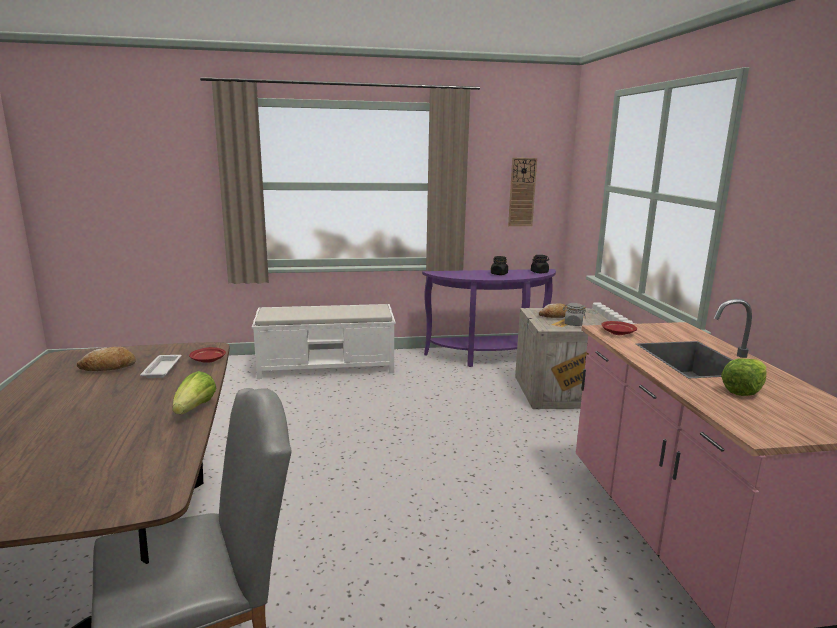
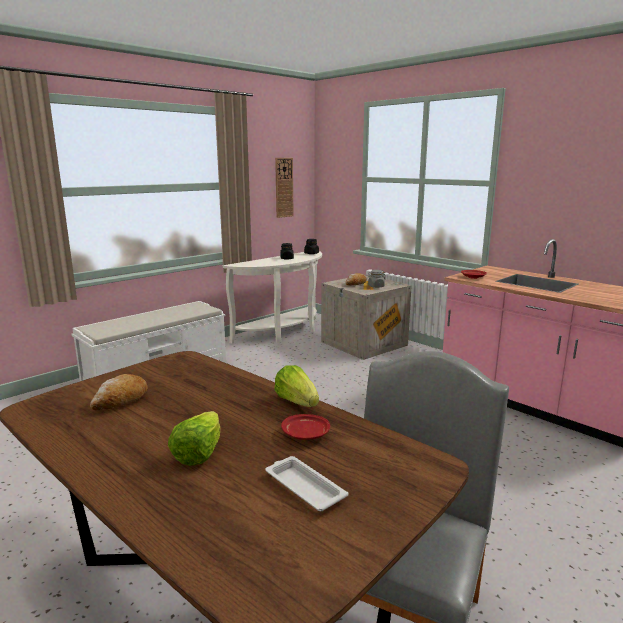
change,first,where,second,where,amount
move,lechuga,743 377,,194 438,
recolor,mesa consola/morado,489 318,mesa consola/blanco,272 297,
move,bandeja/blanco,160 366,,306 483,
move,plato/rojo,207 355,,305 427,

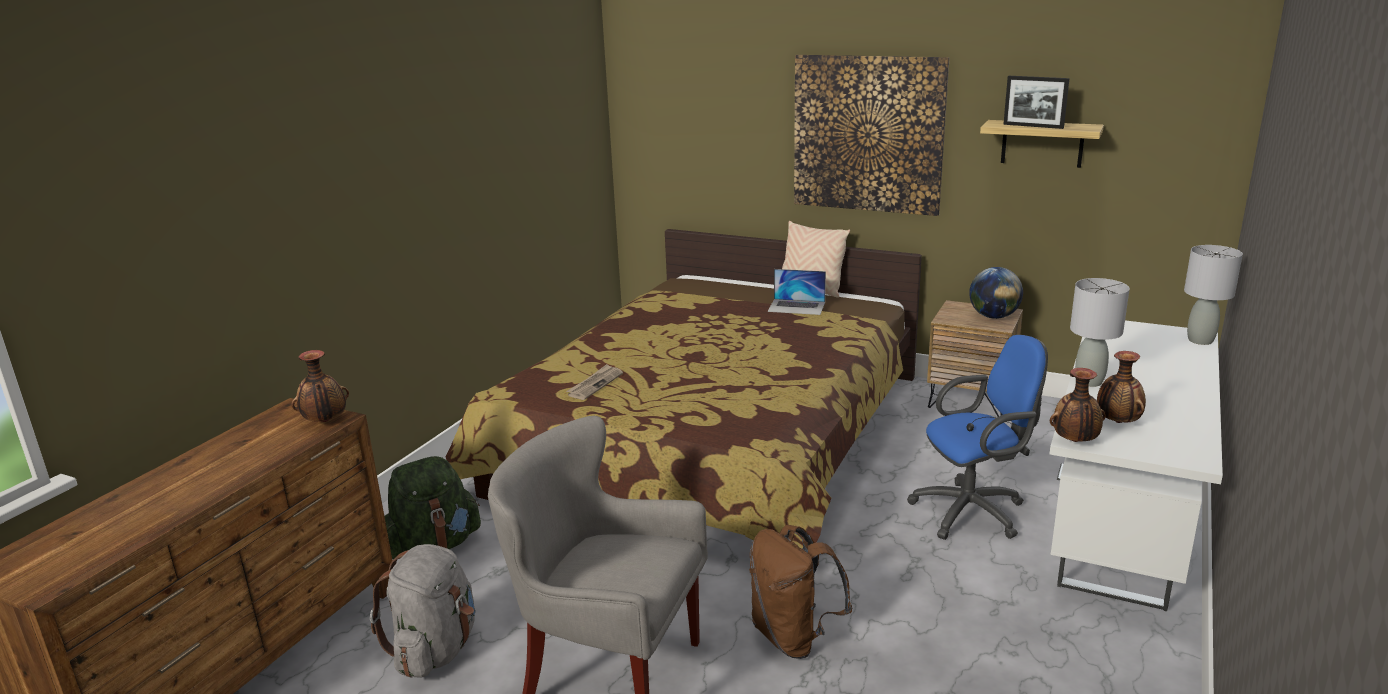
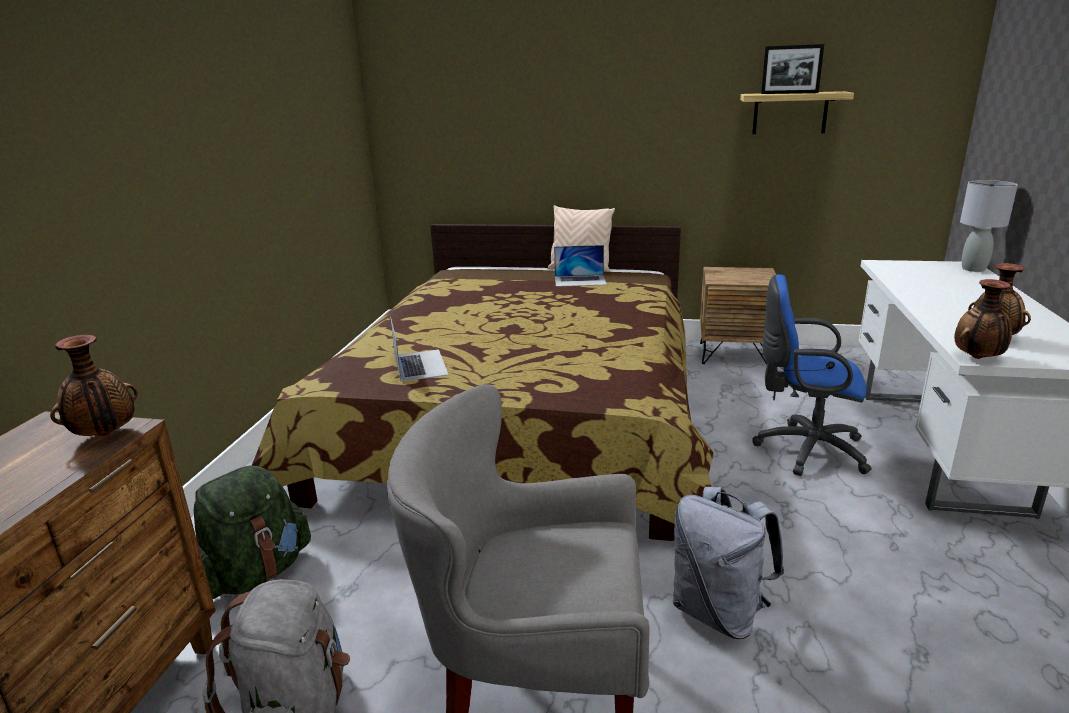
change,first,where,second,where,amount
replace,periódico,594 382,portátil,419 349,
recolor,mochila/marrón,800 592,mochila/gris,728 563,
rotate,silla de oficina/azul,977 437,,811 375,135 degrees counterclockwise
delete,cuadro,872 135,,,
delete,globo terráqueo,996 293,,,
delete,lámpara de mesa/gris,1100 332,,,

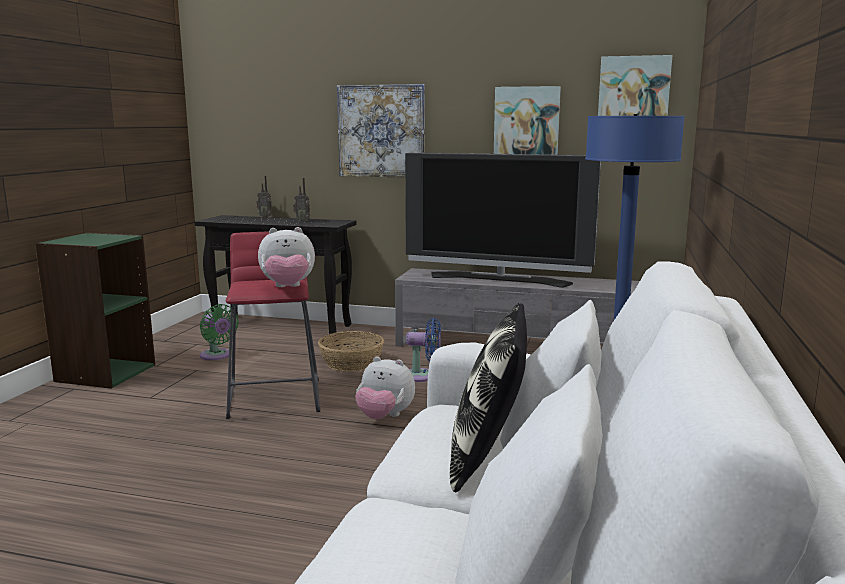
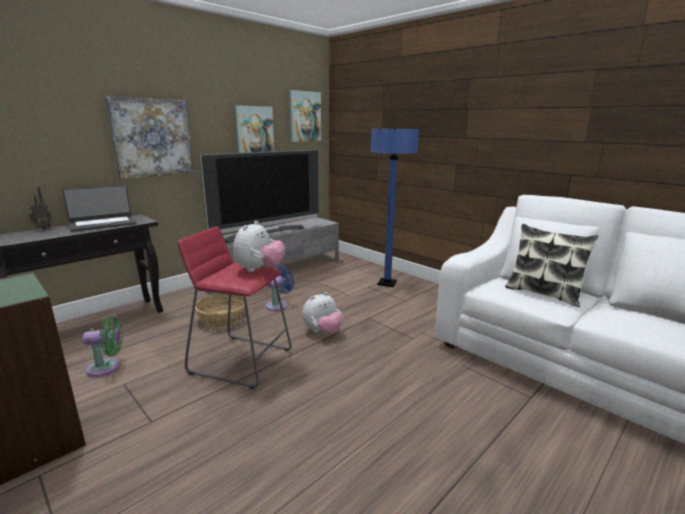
change,first,where,second,where,amount
replace,radio,301 200,portátil,99 208,

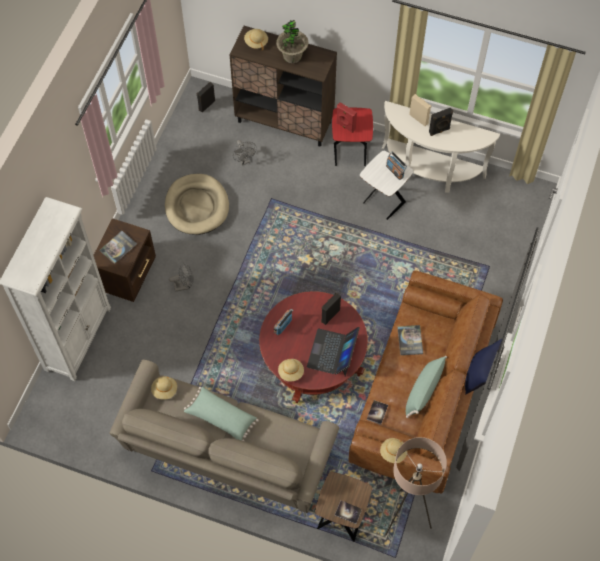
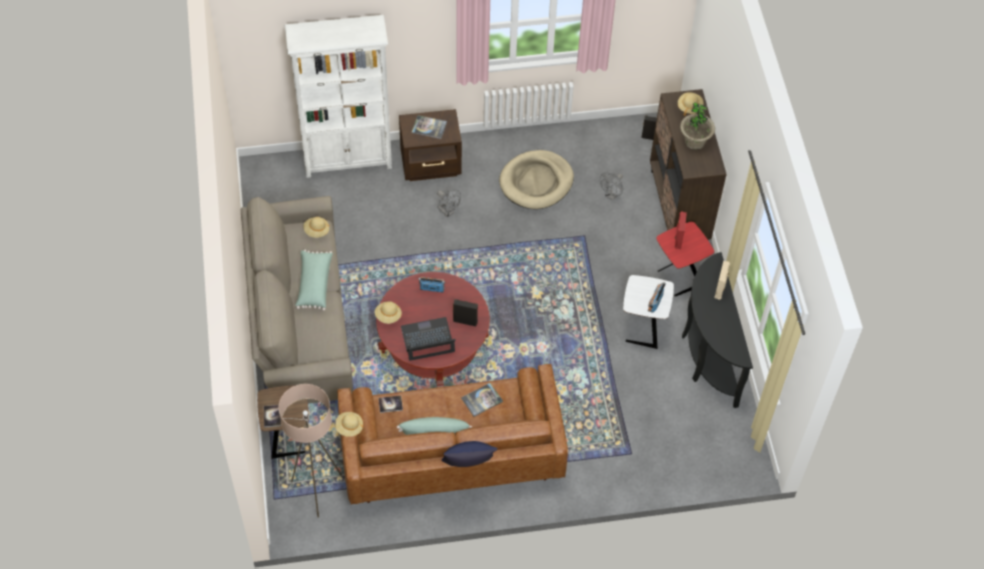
change,first,where,second,where,amount
recolor,mesa consola/blanco,441 147,mesa consola/negro,717 330,
delete,altavoz/negro,441 121,,,

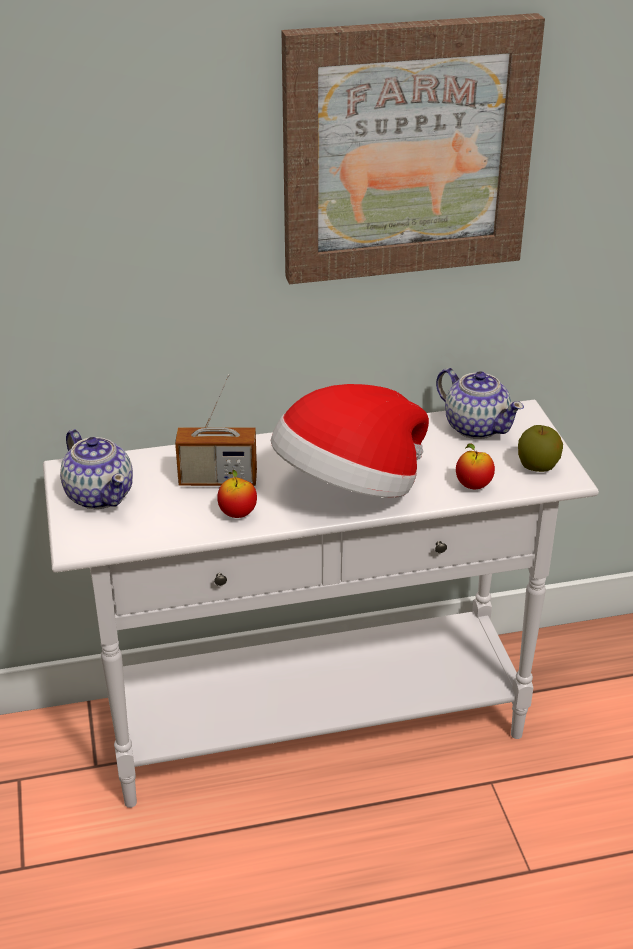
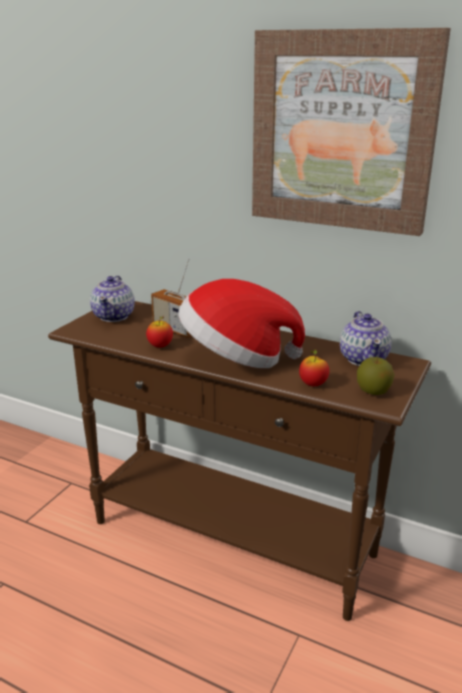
change,first,where,second,where,amount
recolor,mesa consola/blanco,321 604,mesa consola/marrón,239 461,

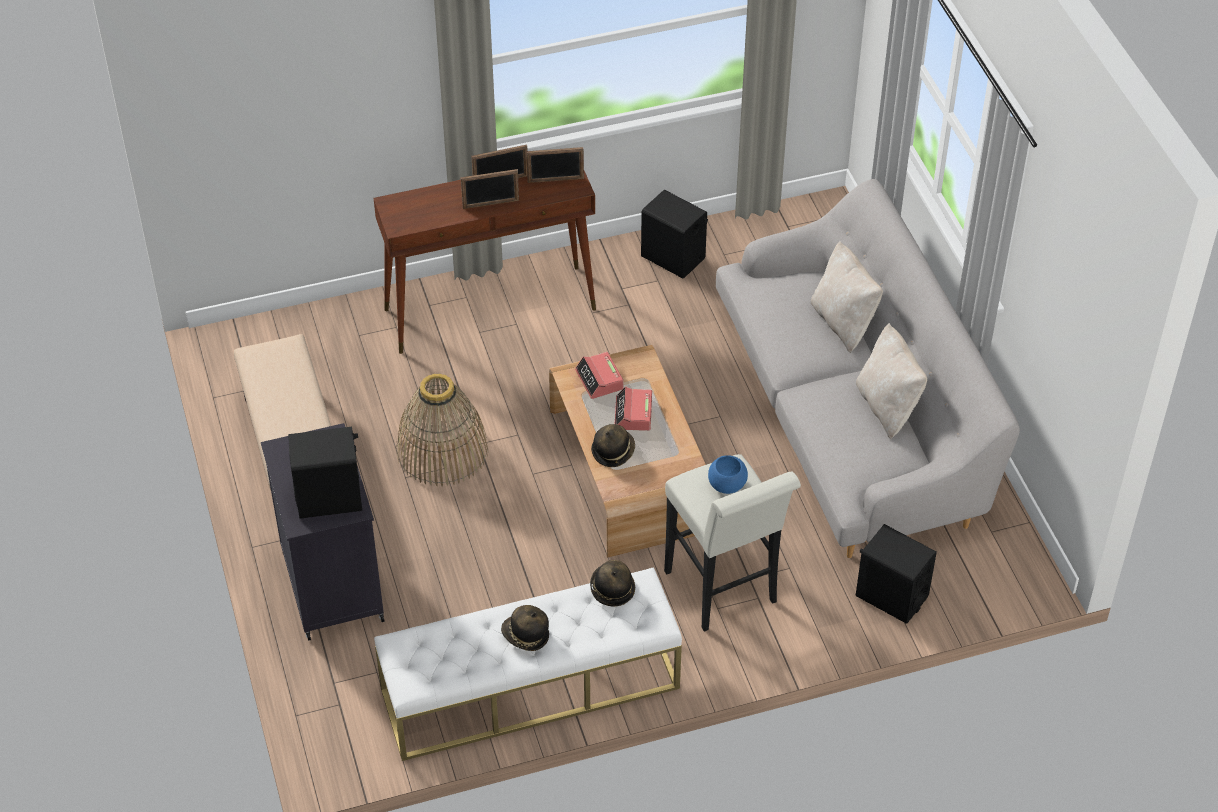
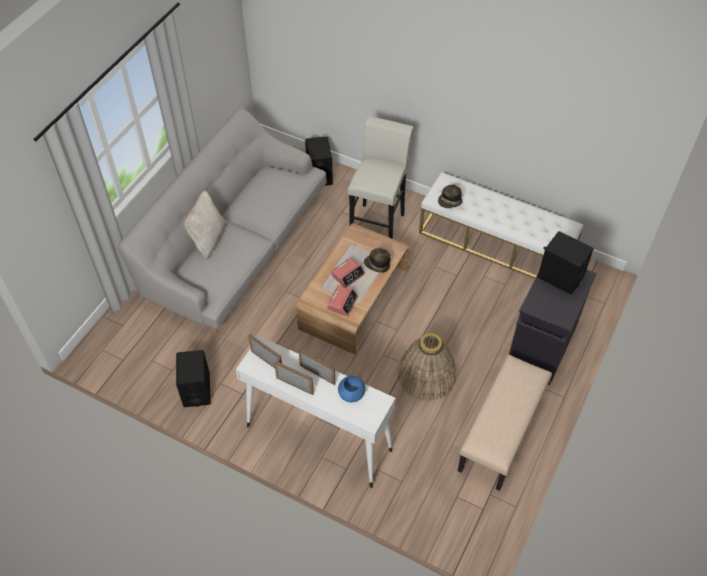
change,first,where,second,where,amount
recolor,mesa consola/marrón,485 262,mesa consola/blanco,316 412,
move,cuenco/azul,728 474,,351 389,
delete,sombrero,525 628,,,
delete,cojín/beis,891 381,,,

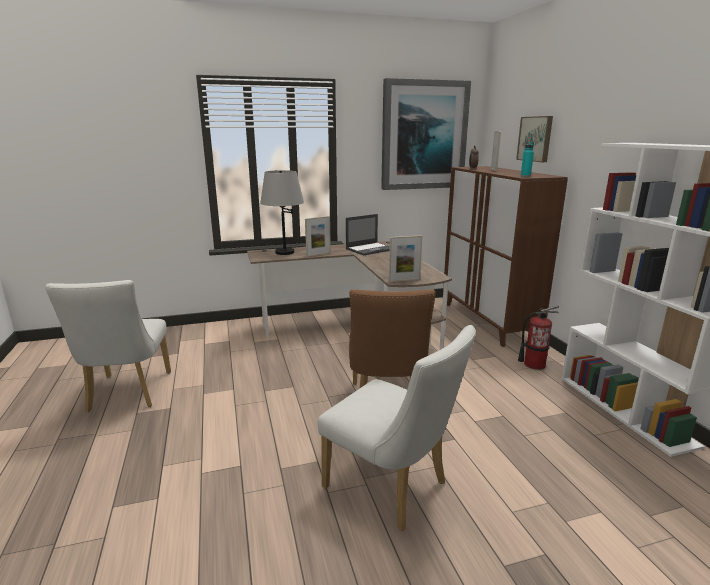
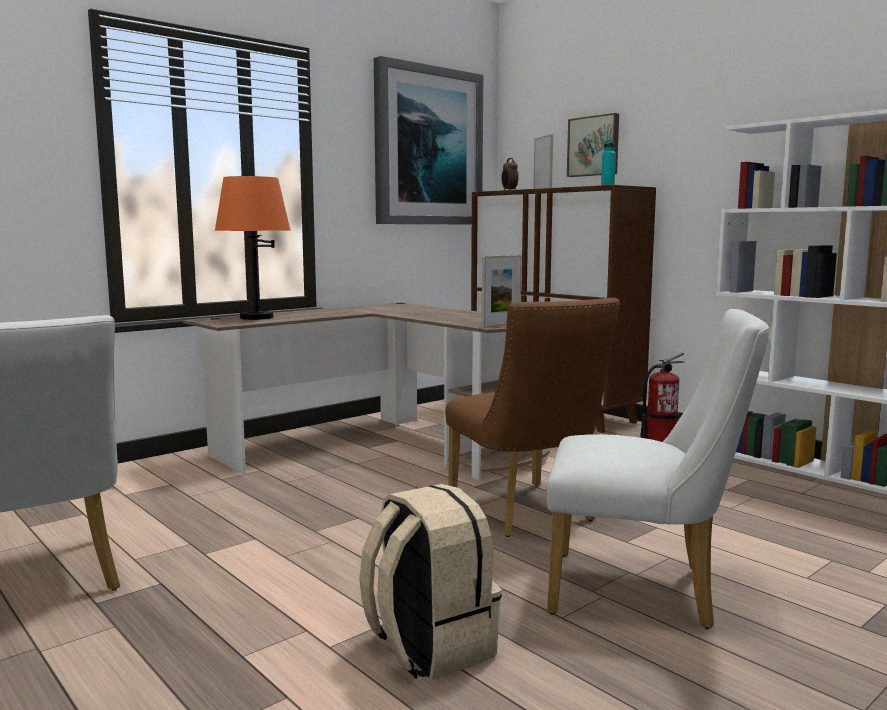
change,first,where,second,where,amount
recolor,lámpara de mesa/gris,282 212,lámpara de mesa/naranja,253 248,
insert,,,mochila/beis,430 582,
delete,portarretratos,318 236,,,
delete,portátil,368 235,,,

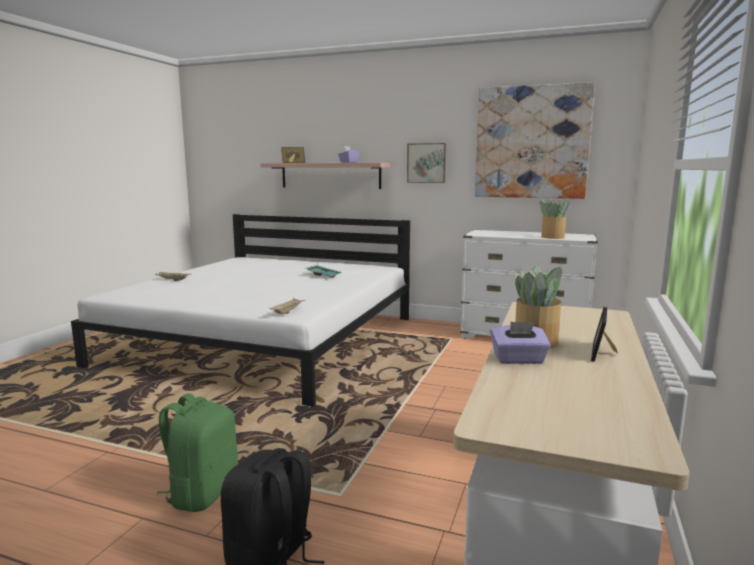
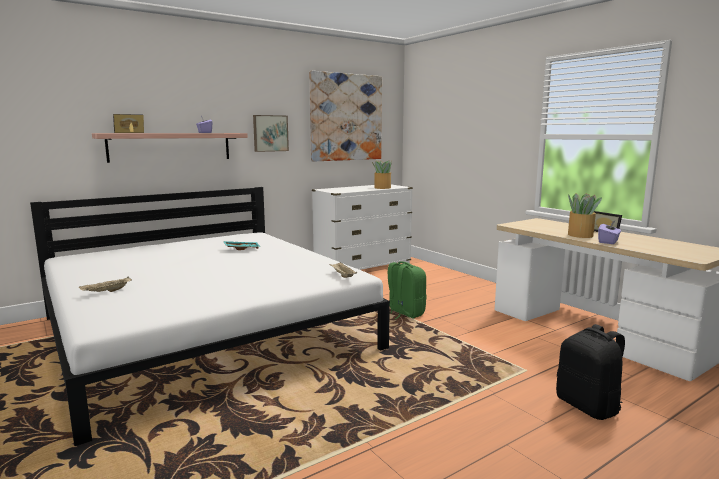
change,first,where,second,where,amount
move,mochila/verde,197 452,,407 290,

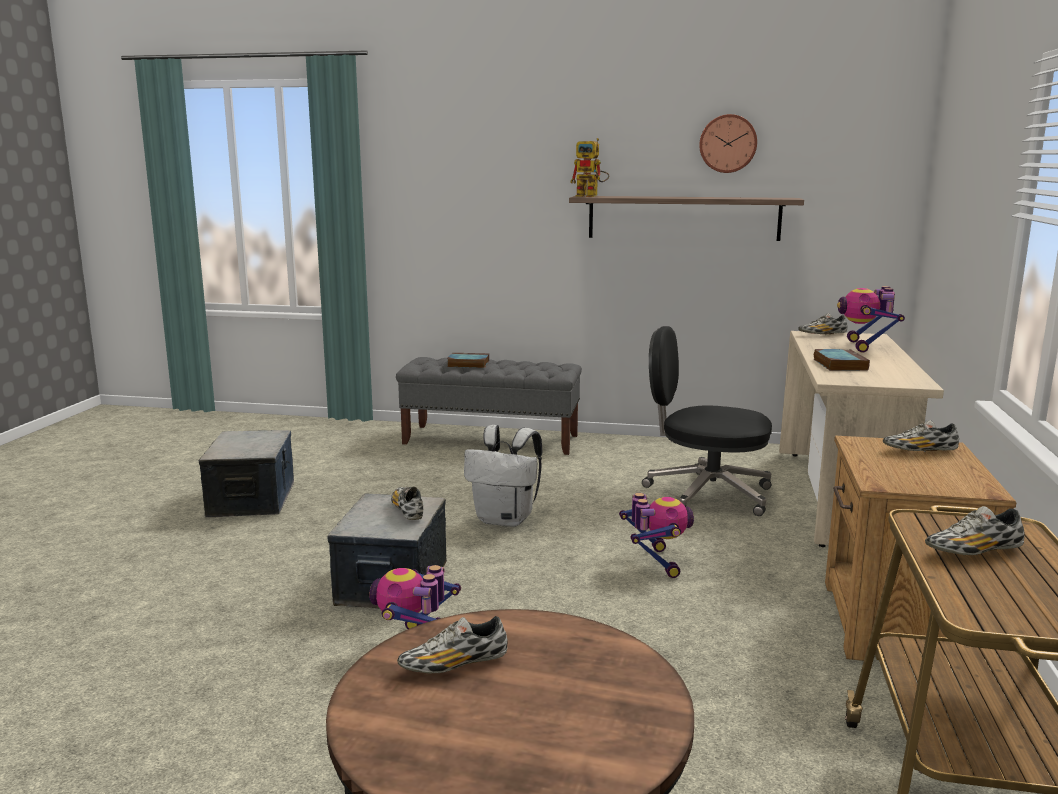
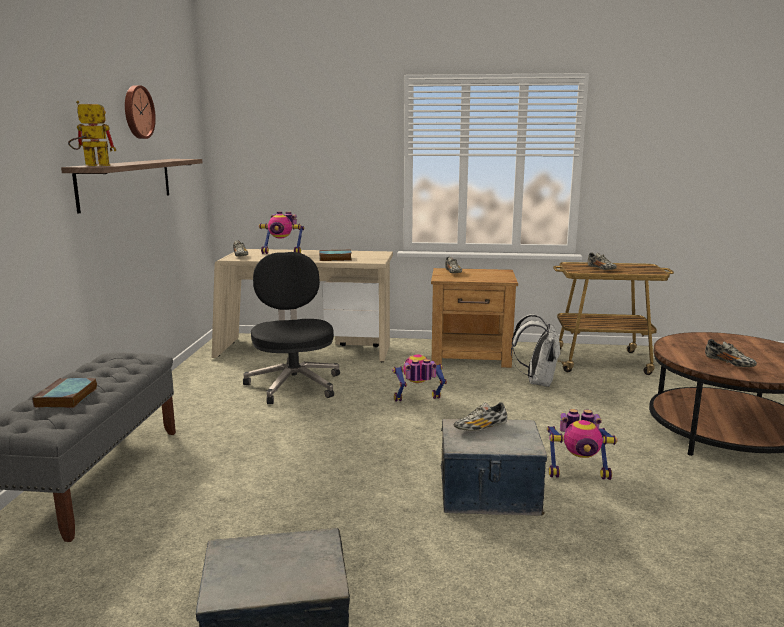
change,first,where,second,where,amount
rotate,robot de juguete,589 167,,92 133,120 degrees counterclockwise
rotate,silla de oficina/negro,707 421,,291 328,150 degrees clockwise
move,mochila/blanco,503 476,,536 350,

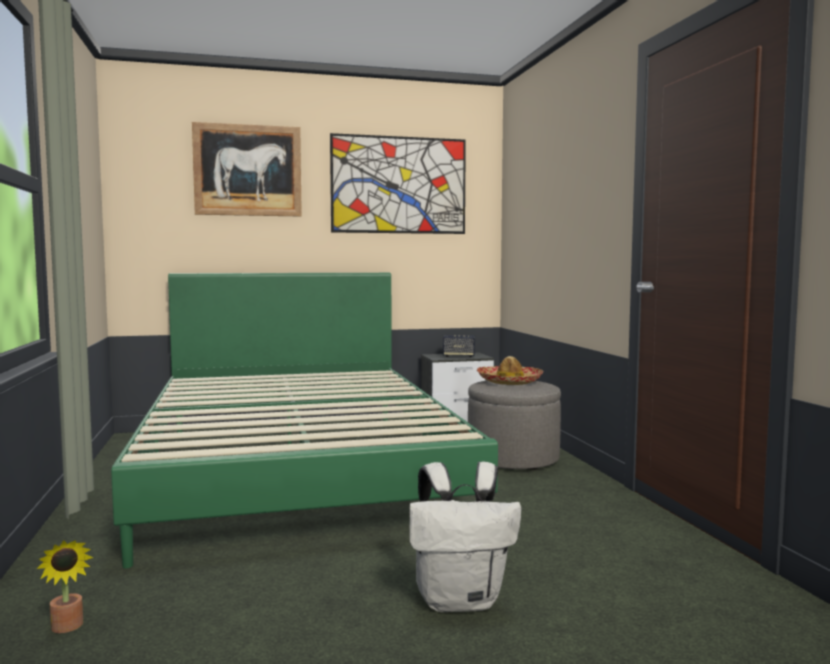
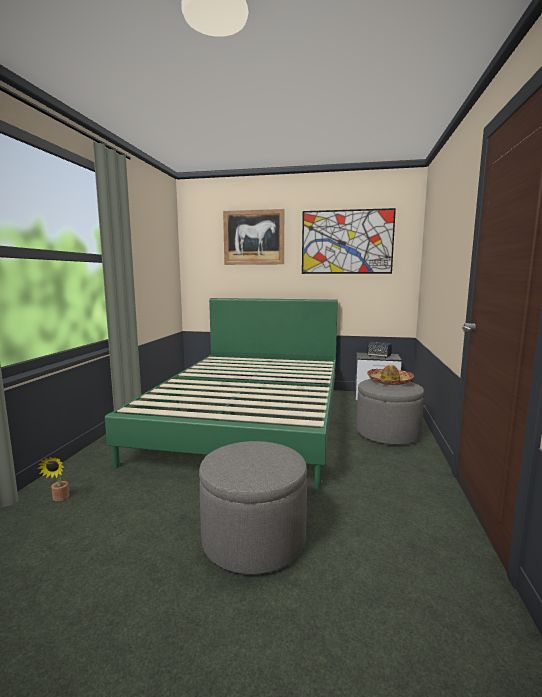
change,first,where,second,where,amount
replace,mochila/blanco,465 537,puf/gris,253 507,

